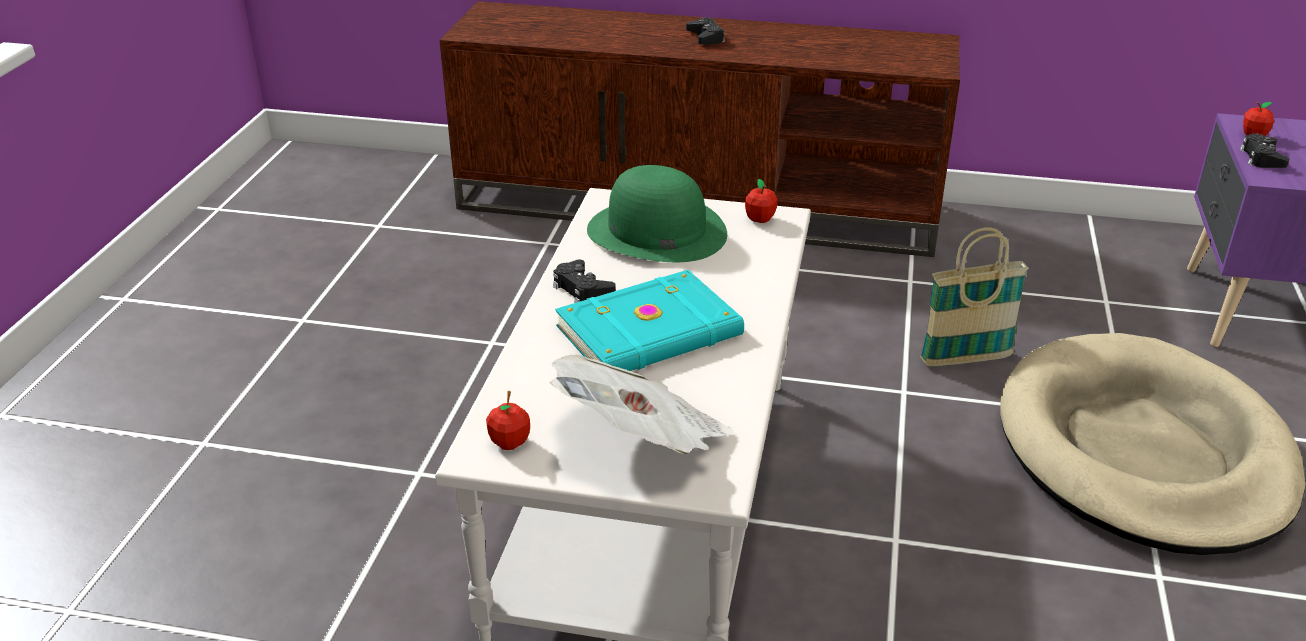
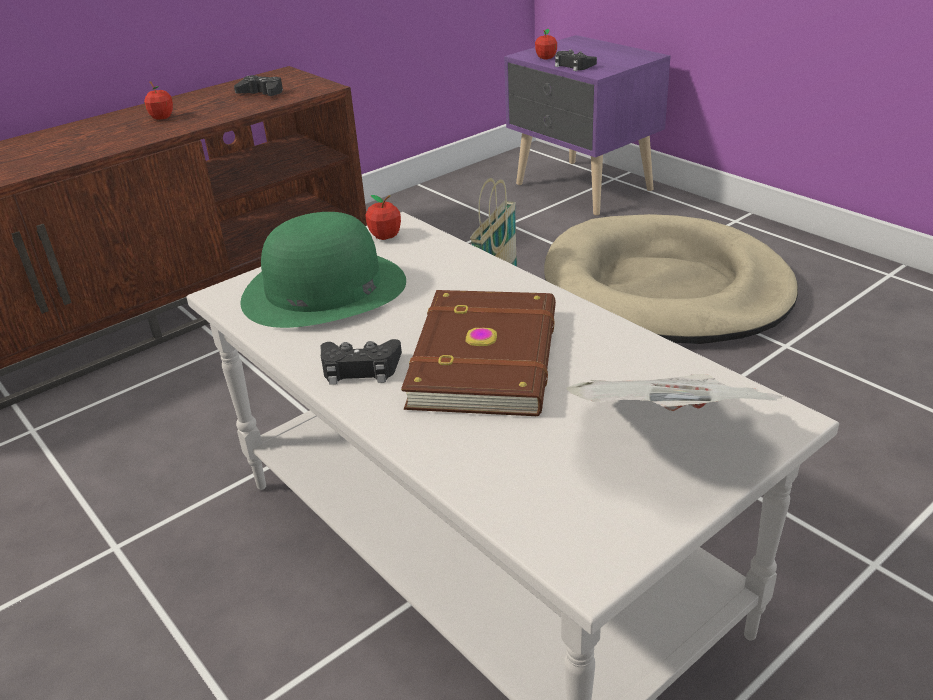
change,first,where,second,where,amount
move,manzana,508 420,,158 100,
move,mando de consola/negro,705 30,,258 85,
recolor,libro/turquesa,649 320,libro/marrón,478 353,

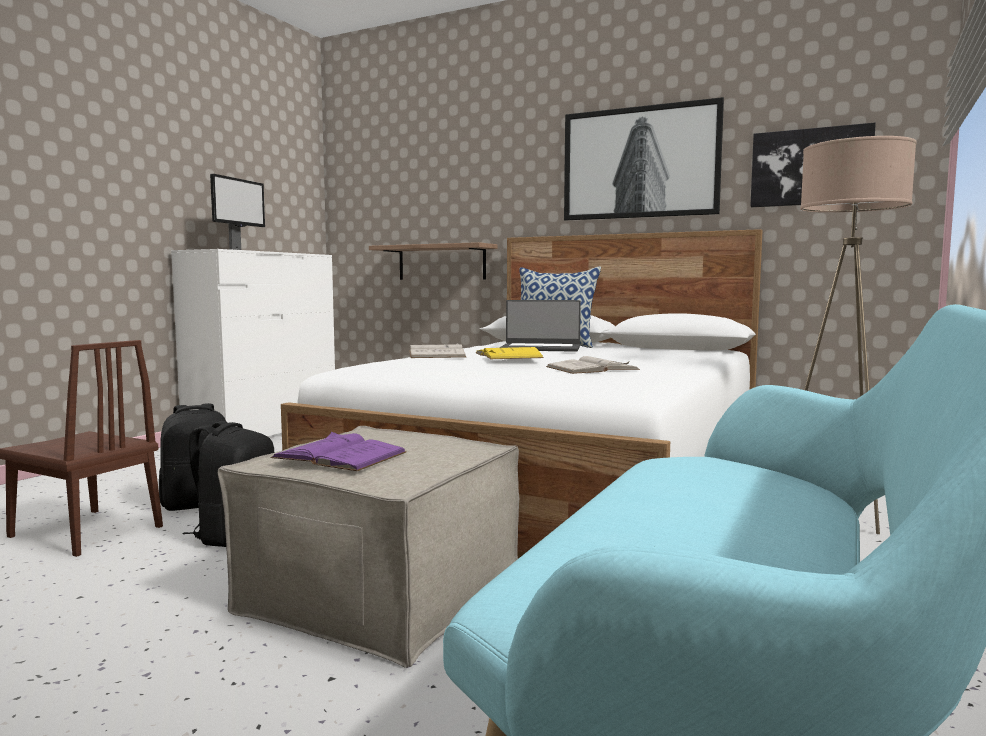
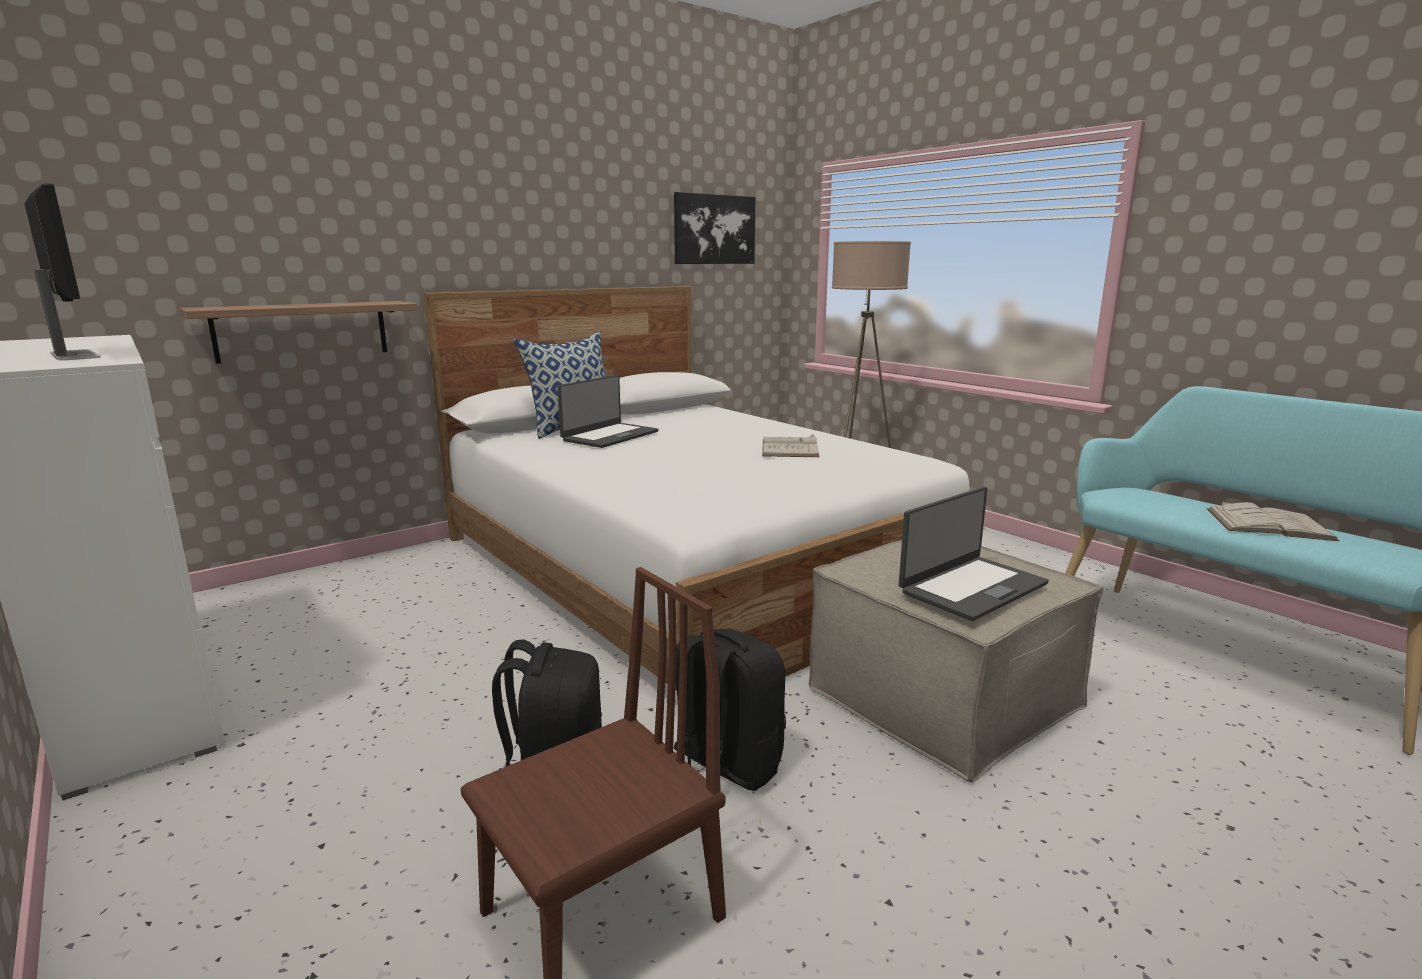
change,first,where,second,where,amount
replace,libro/morado,339 451,portátil,974 554,
move,libro/blanco,437 350,,1273 521,
delete,libro/amarillo,510 353,,,
delete,cuadro,644 158,,,

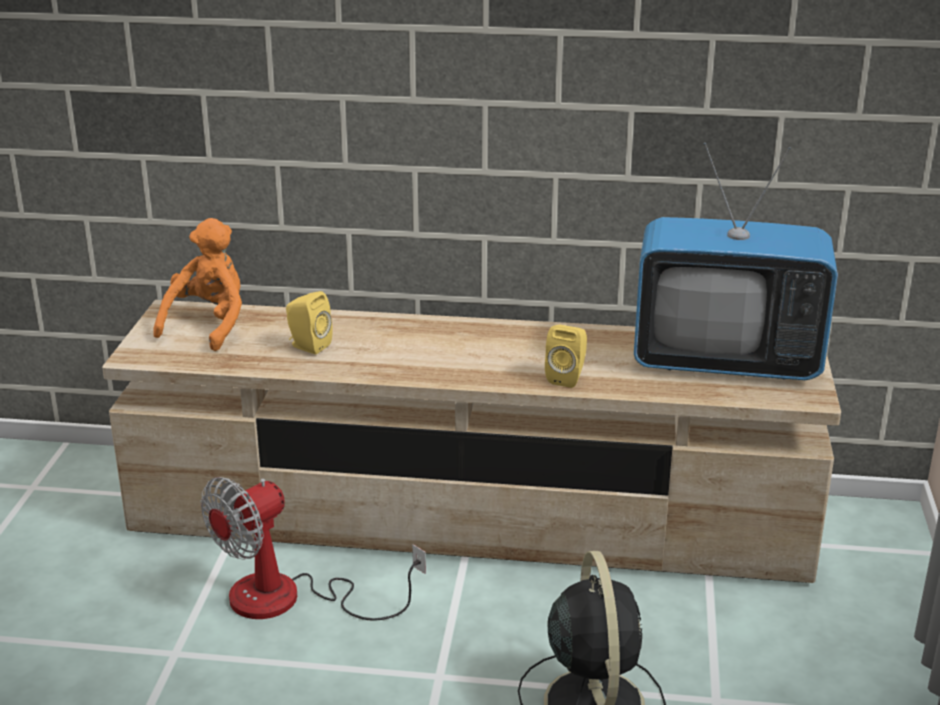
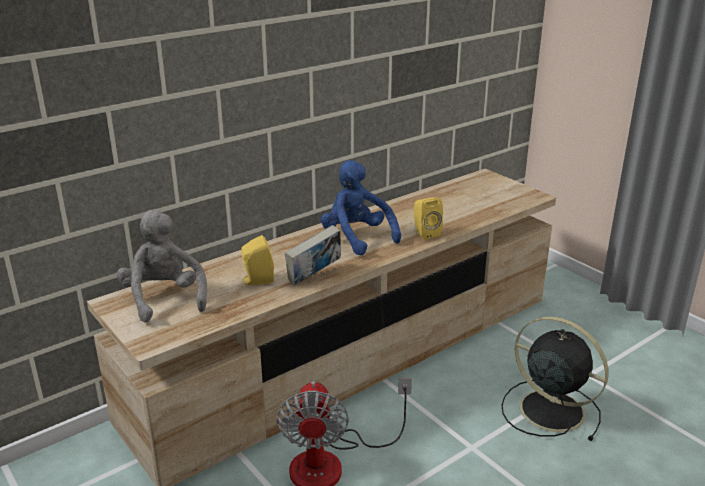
change,first,where,second,where,amount
recolor,peluche/naranja,197 284,peluche/gris,162 266,
insert,,,libro,313 255,
insert,,,peluche/azul,361 207,
delete,televisor,736 261,,,

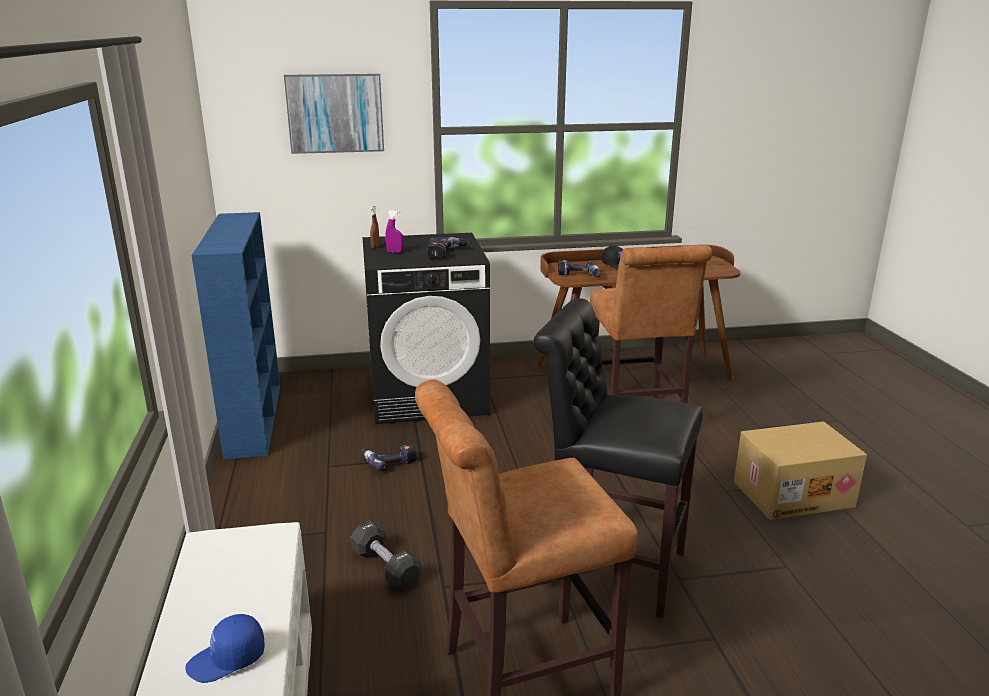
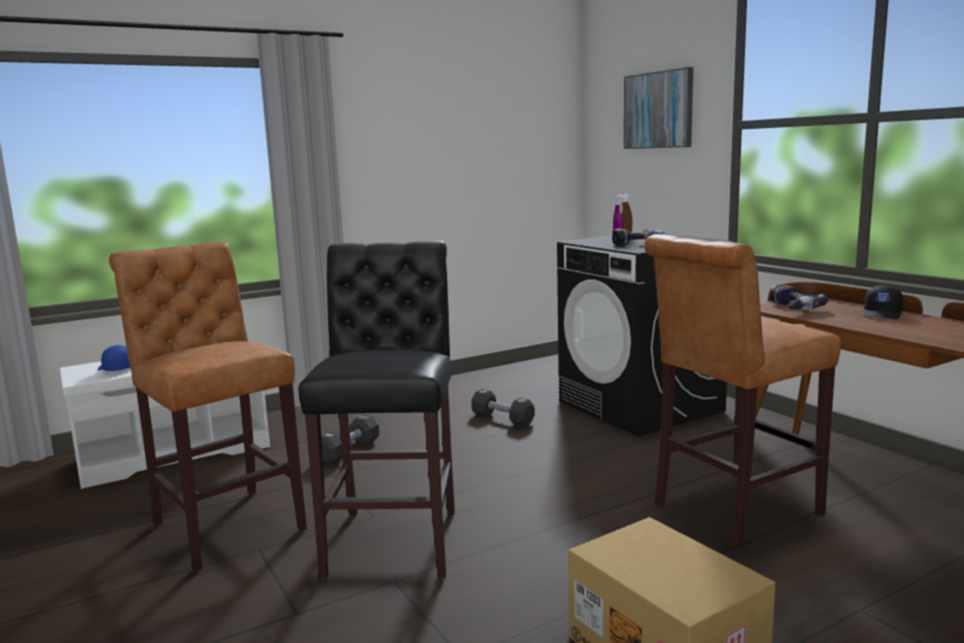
change,first,where,second,where,amount
replace,taladro,389 457,mancuerna/negro,503 408,
delete,estantería/azul,236 335,,,

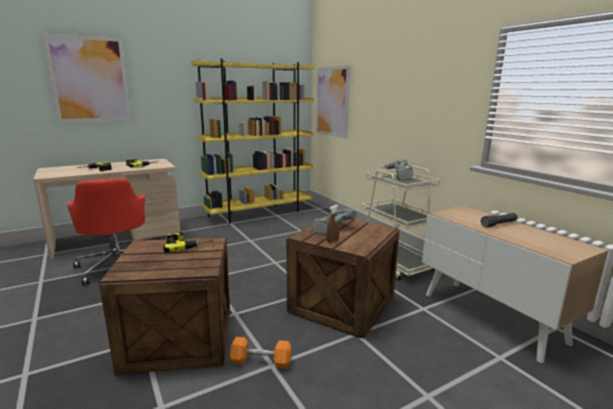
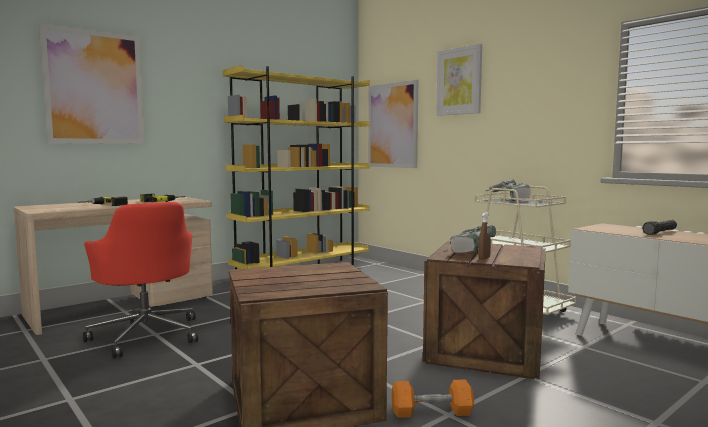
change,first,where,second,where,amount
insert,,,cuadro,459 80,
delete,taladro,188 242,,,

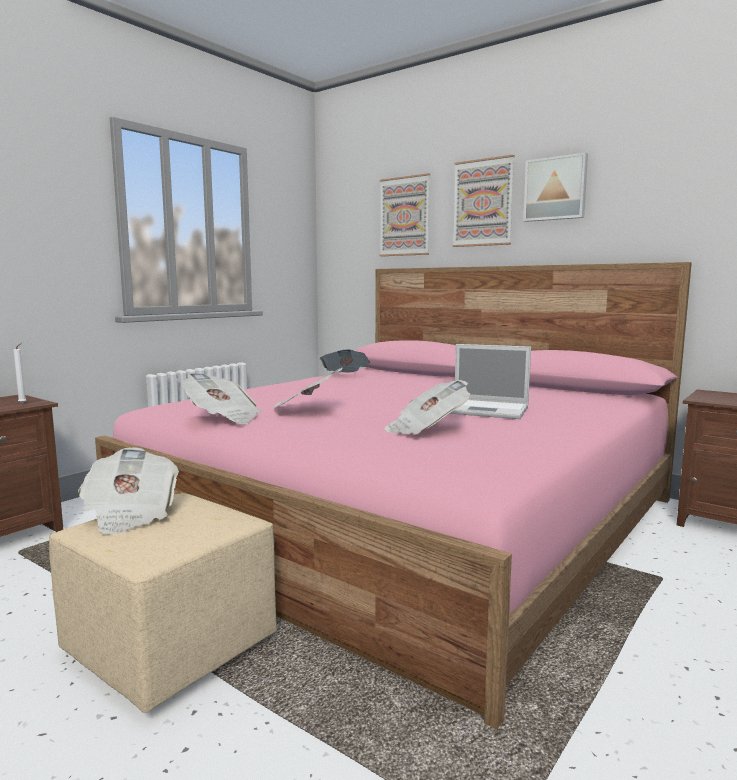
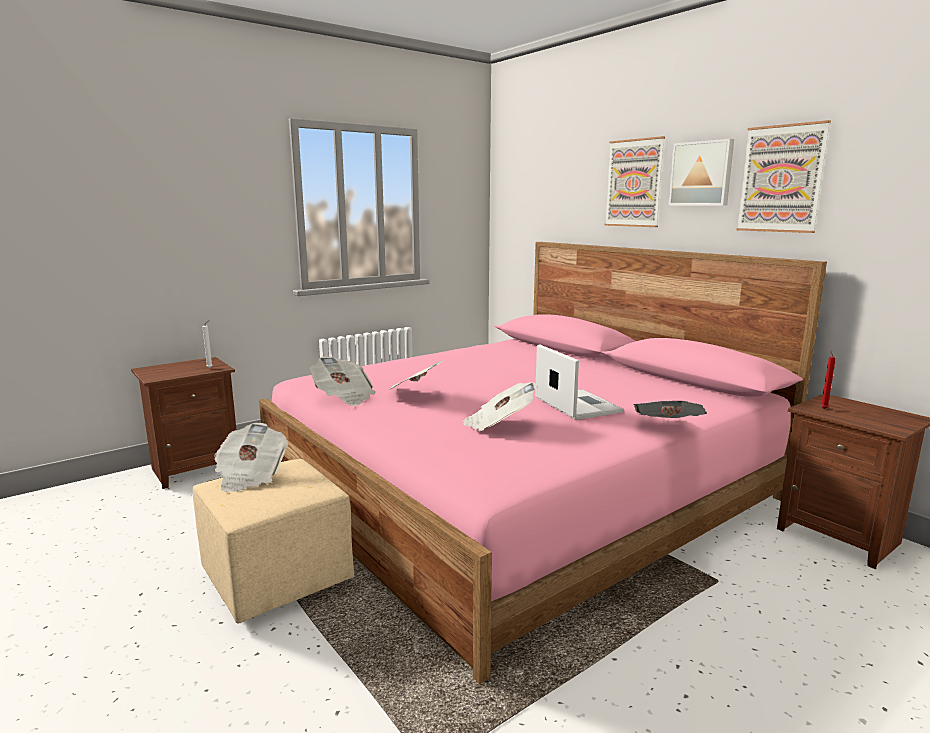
change,first,where,second,where,amount
rotate,portátil,490 381,,579 382,150 degrees counterclockwise
move,periódico,345 361,,670 409,
move,cuadro,405 214,,783 176,
insert,,,vela/rojo,828 379,

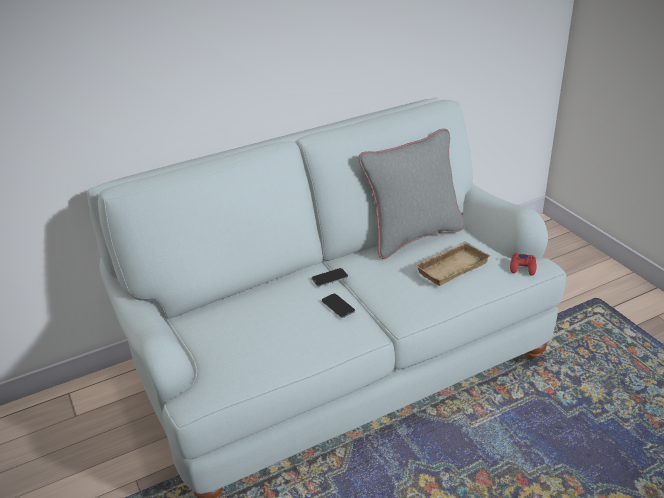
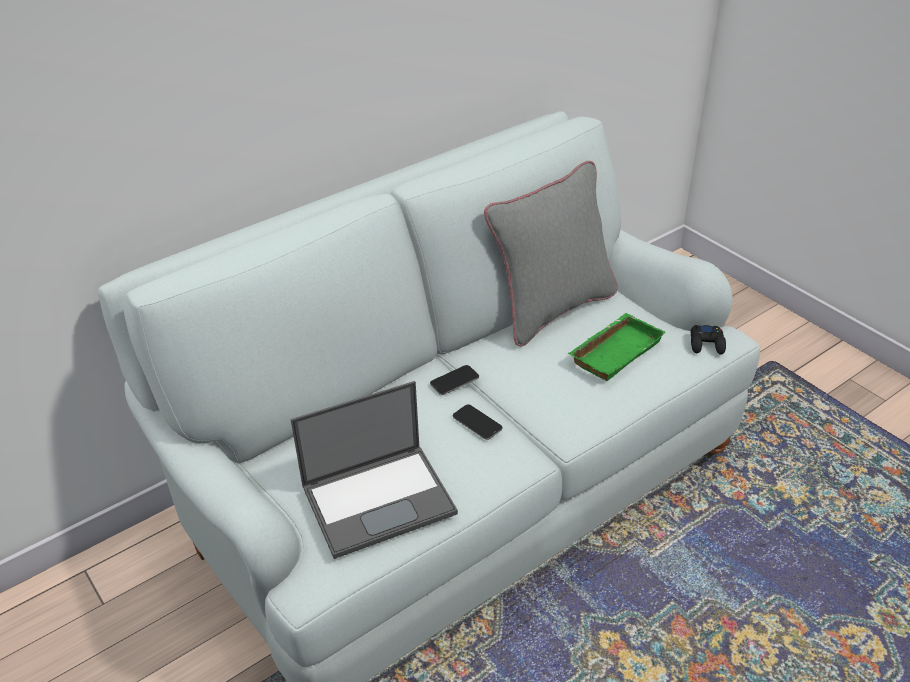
change,first,where,second,where,amount
insert,,,portátil,374 470,
recolor,bandeja/beis,452 263,bandeja/verde,617 347,
recolor,mando de consola/rojo,523 264,mando de consola/negro,708 340,

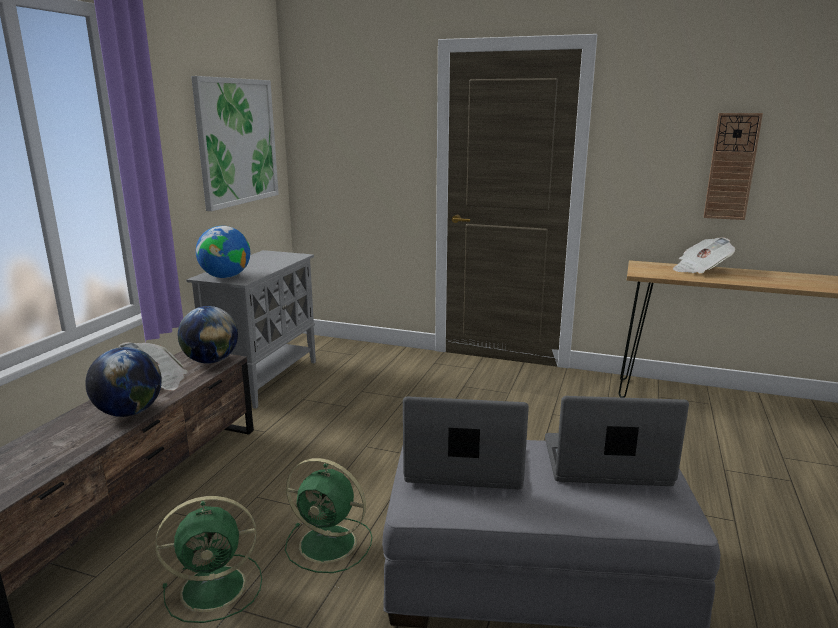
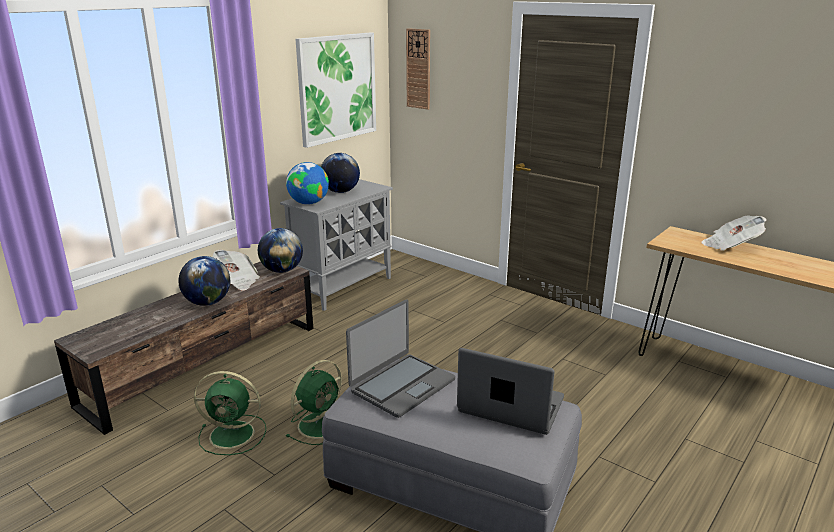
change,first,where,second,where,amount
rotate,ventilador/verde,328 515,,314 402,90 degrees counterclockwise
insert,,,globo terráqueo,340 173,
rotate,portátil,466 442,,400 358,105 degrees clockwise
move,reloj de pared,733 166,,418 69,

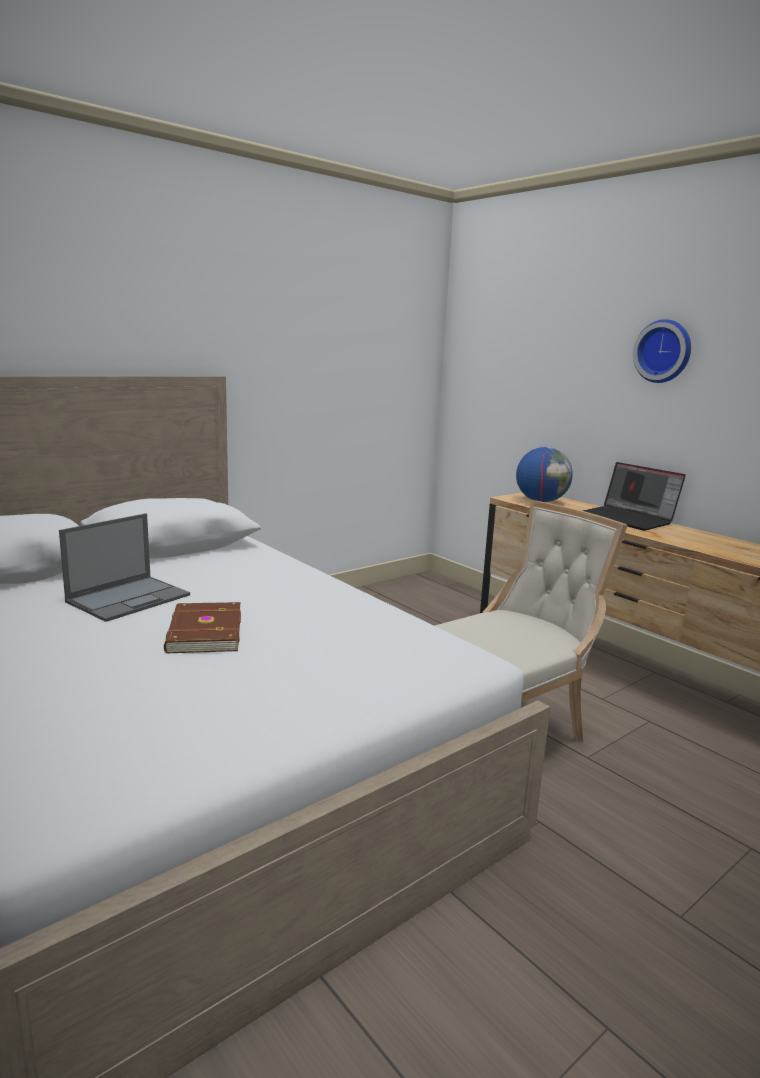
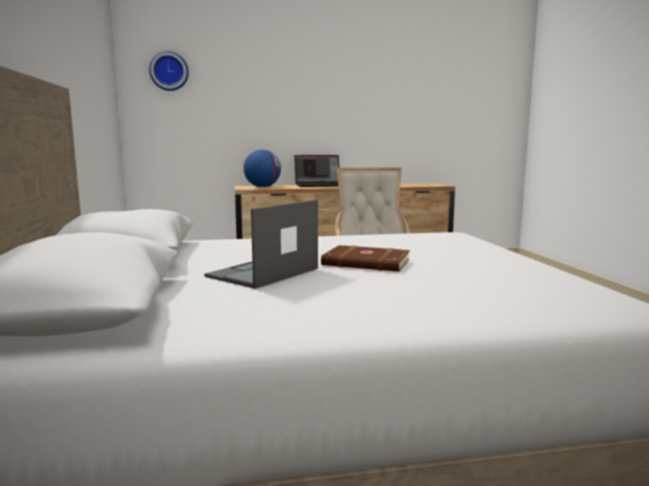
change,first,where,second,where,amount
move,reloj de pared,662 351,,169 71,
rotate,portátil,124 567,,261 244,120 degrees counterclockwise

